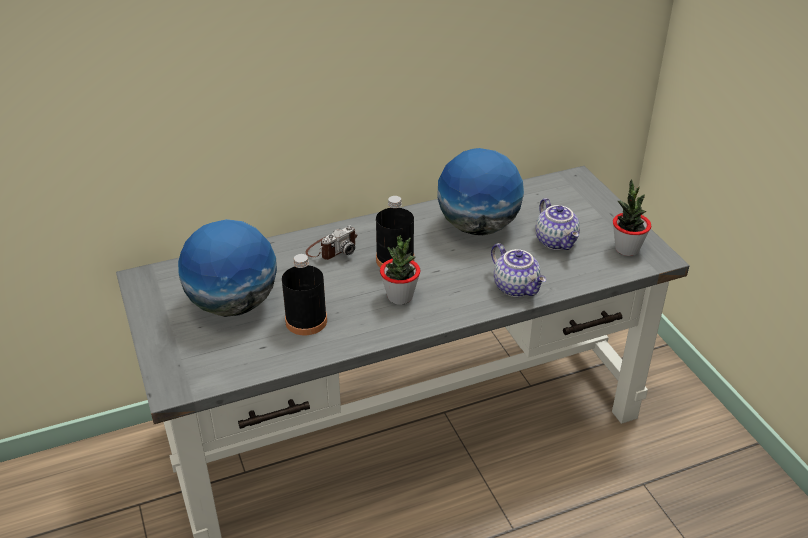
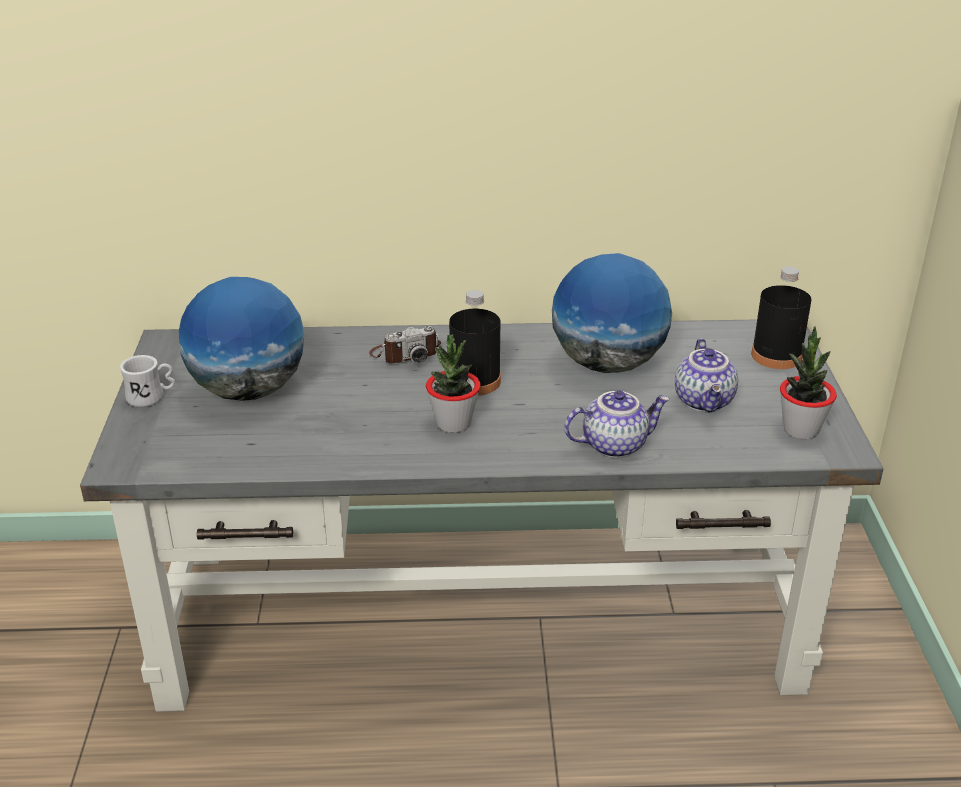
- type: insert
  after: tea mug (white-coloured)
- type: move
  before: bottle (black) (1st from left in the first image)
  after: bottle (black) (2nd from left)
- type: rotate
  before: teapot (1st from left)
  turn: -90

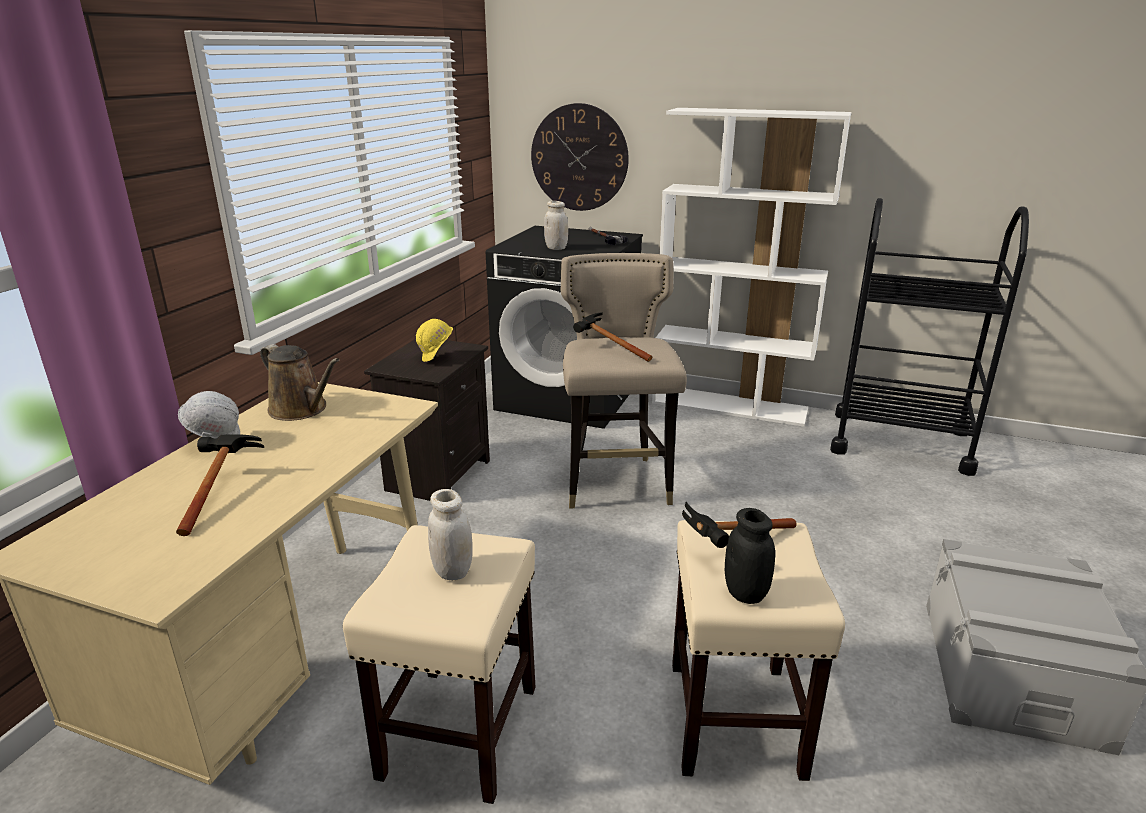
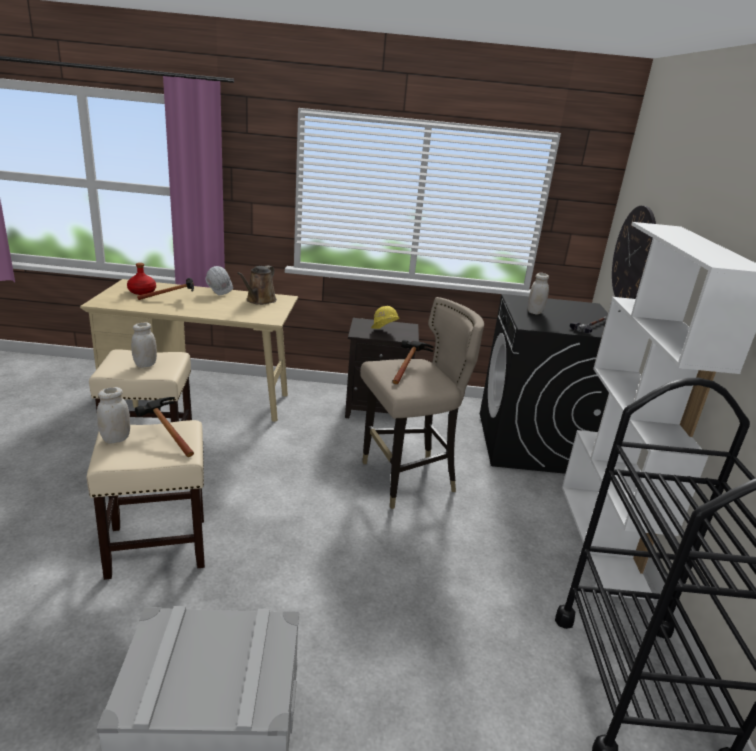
- type: insert
  after: bottle (red-coloured)
- type: recolor
  before: storage jar (black)
  after: storage jar (white-coloured) (1st from left)

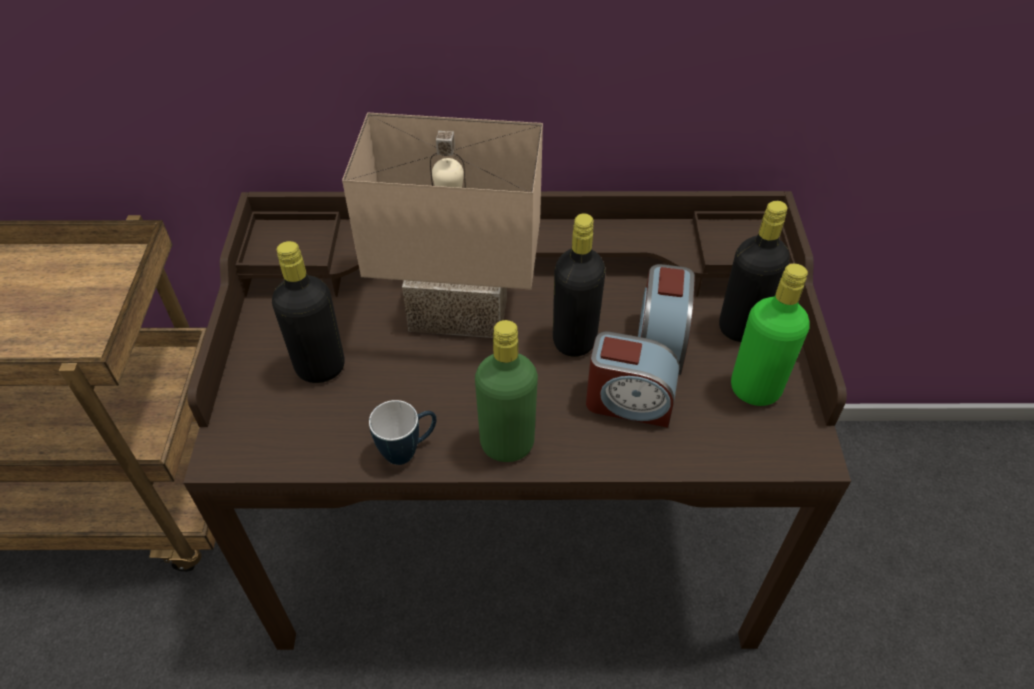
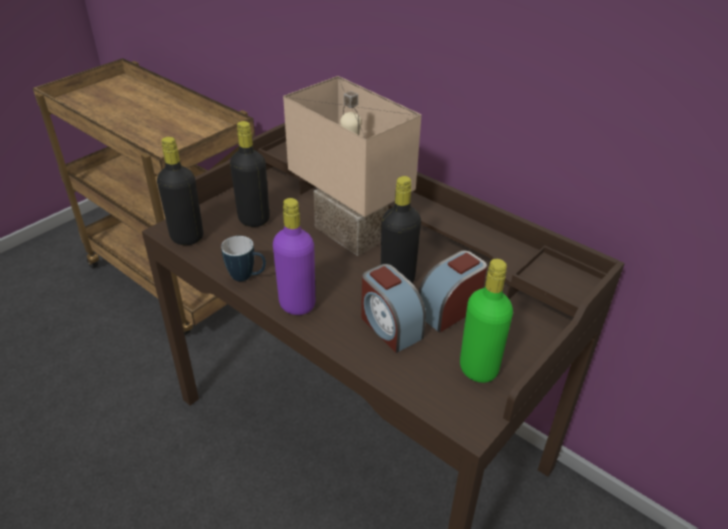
- type: move
  before: bottle (black) (3rd from left in the first image)
  after: bottle (black) (1st from left)
- type: recolor
  before: bottle (green-coloured) (1st from left)
  after: bottle (purple-coloured)

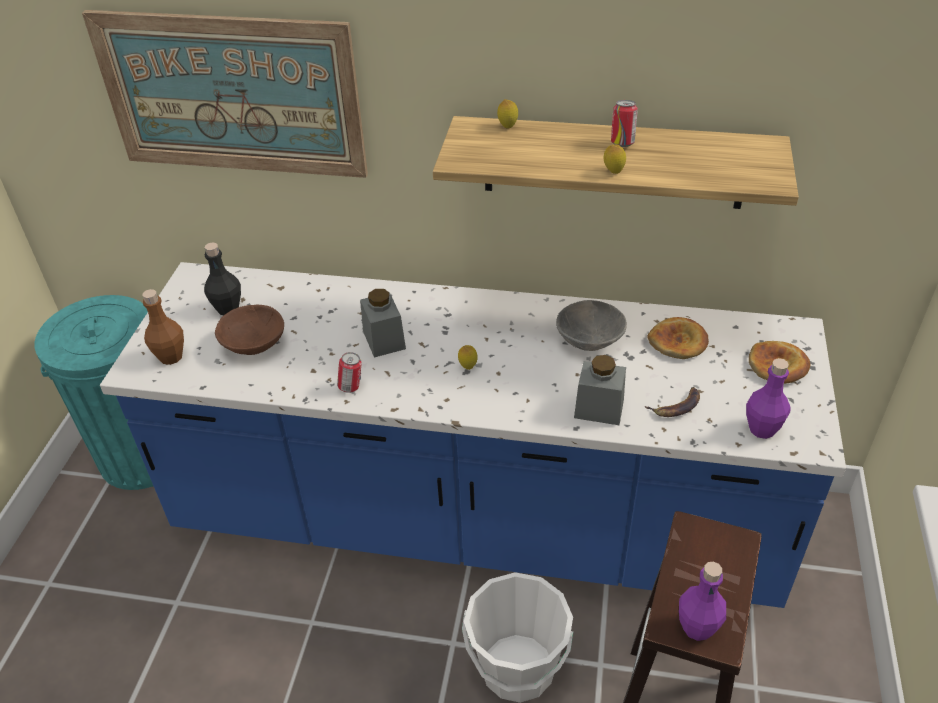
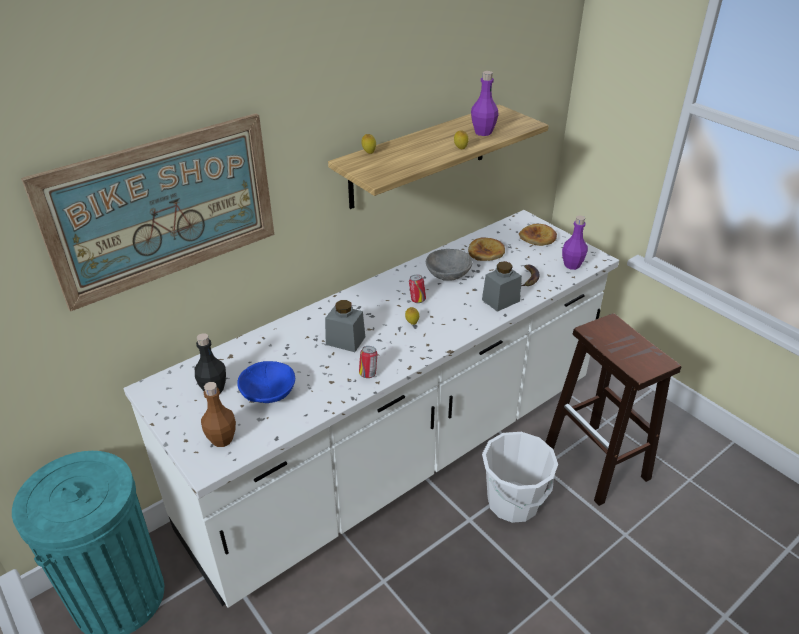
- type: move
  before: sealed can (2nd from left)
- type: move
  before: bottle (purple-coloured) (1st from left)
- type: recolor
  before: counter (blue-coloured)
  after: counter (white-coloured)
- type: recolor
  before: bowl (brown)
  after: bowl (blue-coloured)

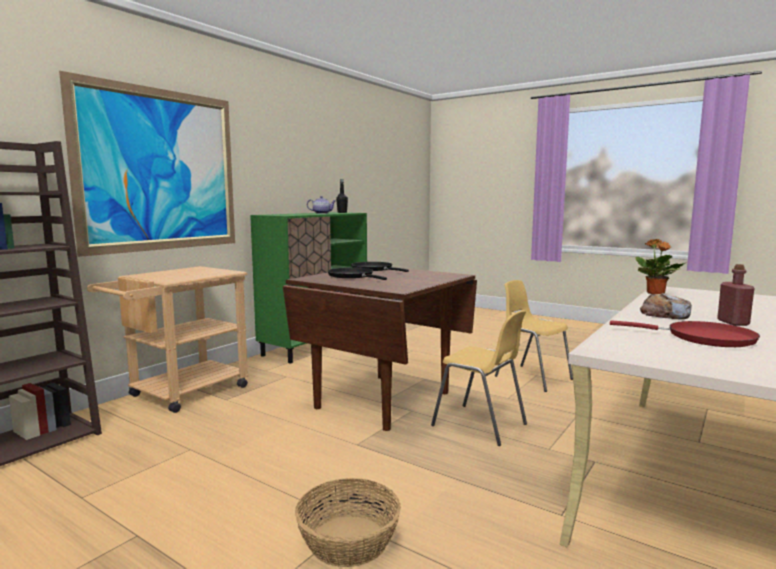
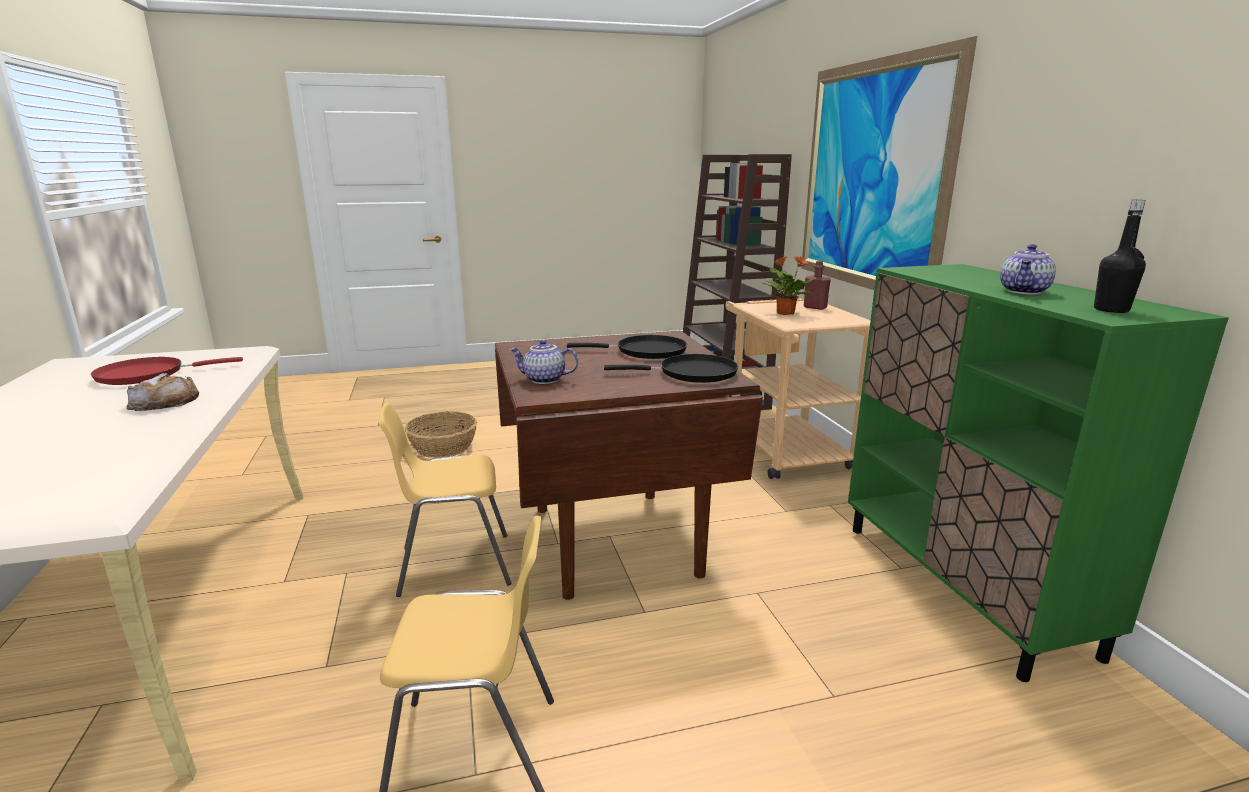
- type: insert
  after: teapot (1st from left)
- type: move
  before: houseplant
- type: move
  before: bottle (red-coloured)

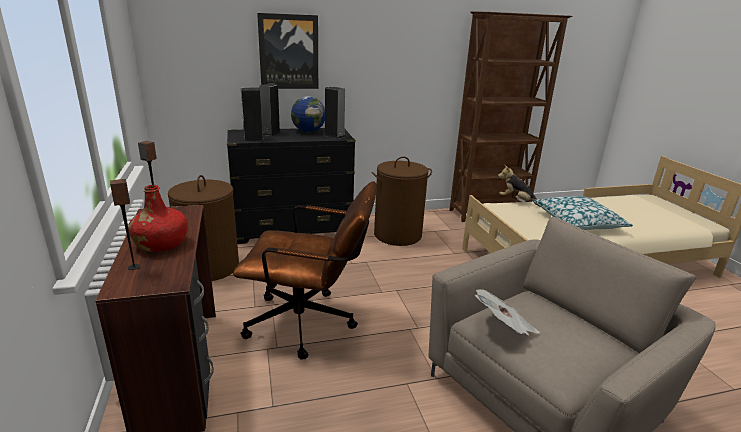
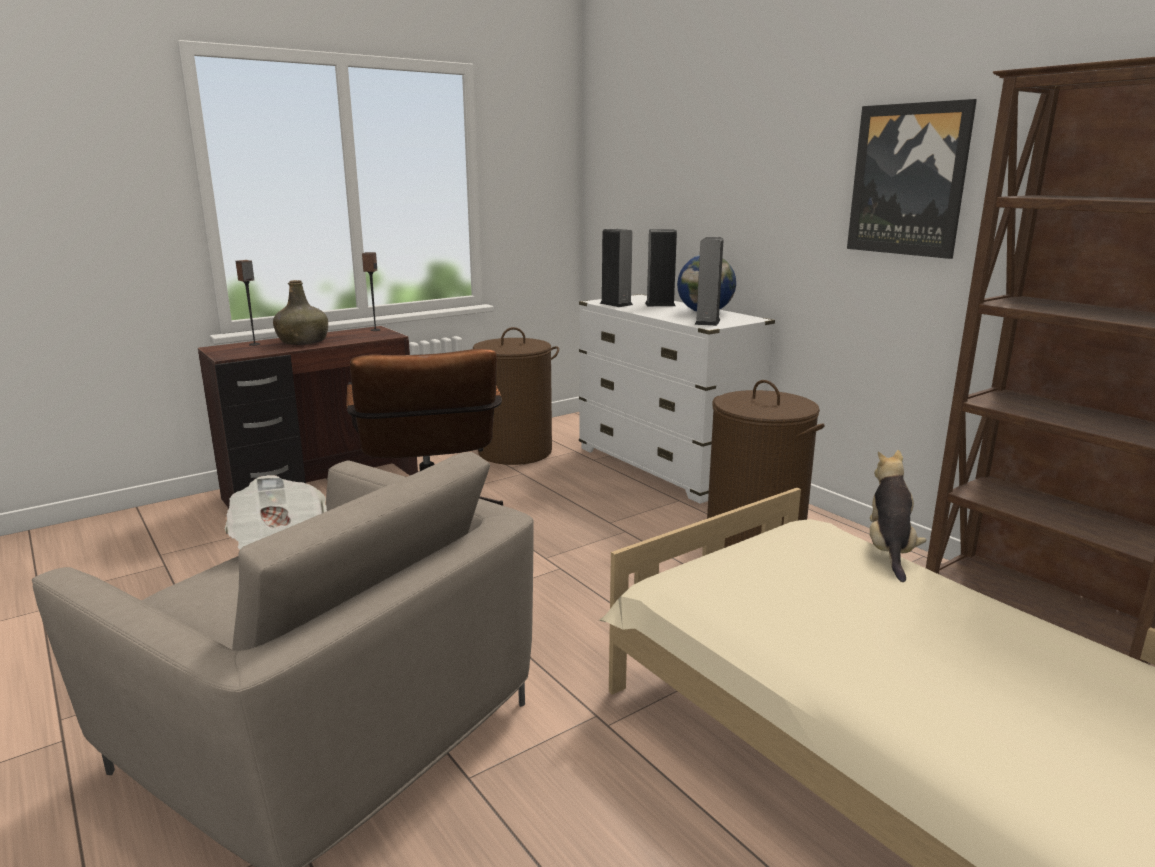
- type: delete
  before: pillow
- type: move
  before: wall picture
- type: recolor
  before: bottle (red-coloured)
  after: bottle (green-coloured)
- type: recolor
  before: chest of drawers (black)
  after: chest of drawers (white-coloured)

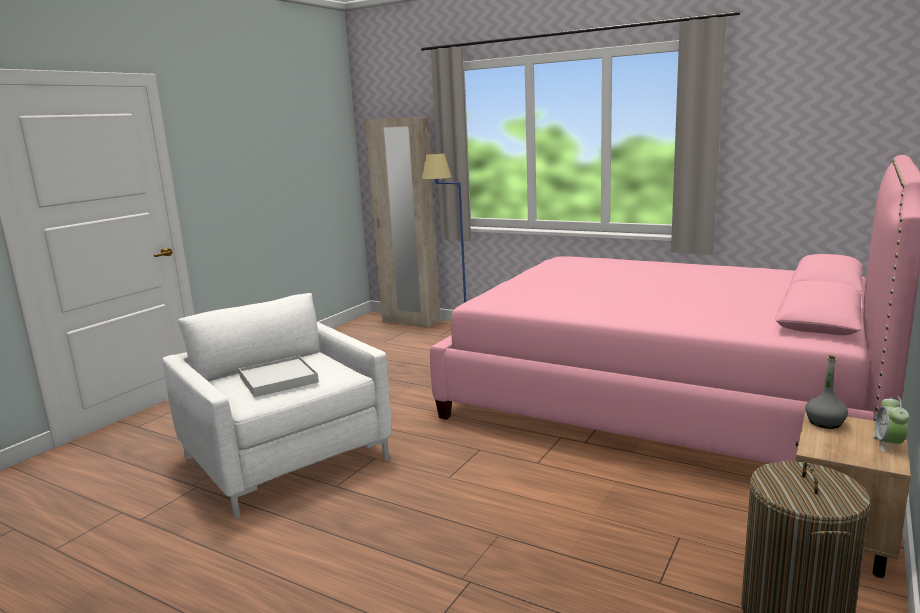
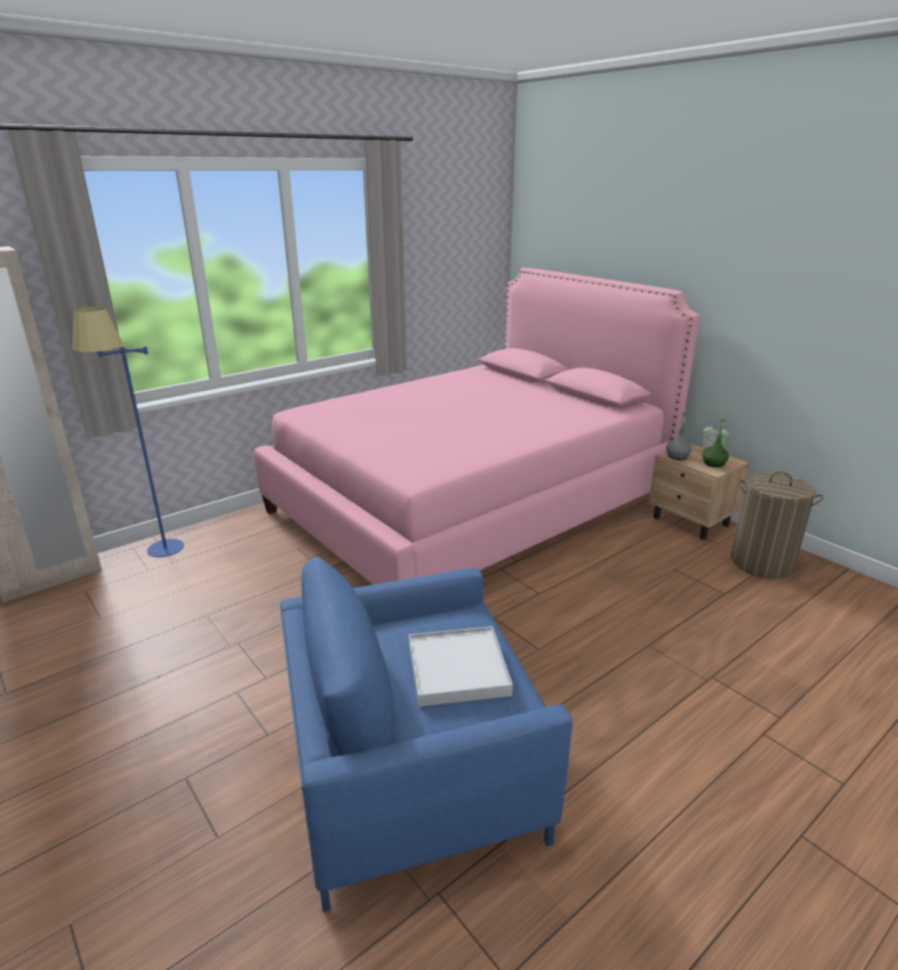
- type: insert
  after: bottle (green-coloured)
- type: recolor
  before: easy chair (white-coloured)
  after: easy chair (blue-coloured)

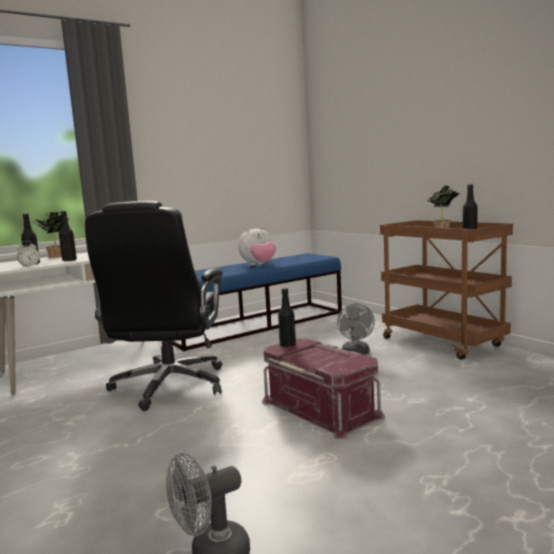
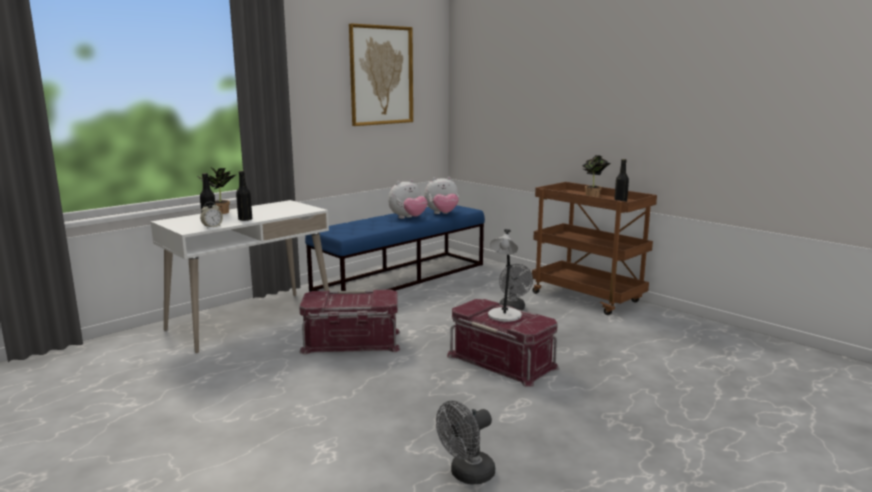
- type: delete
  before: bottle (black) (3rd from left)
- type: insert
  after: wall picture
- type: insert
  after: soft toy (2nd from left)
- type: insert
  after: lamp for a table (grey)
- type: replace
  before: computer chair (black)
  after: storage container (red-coloured) (1st from left)

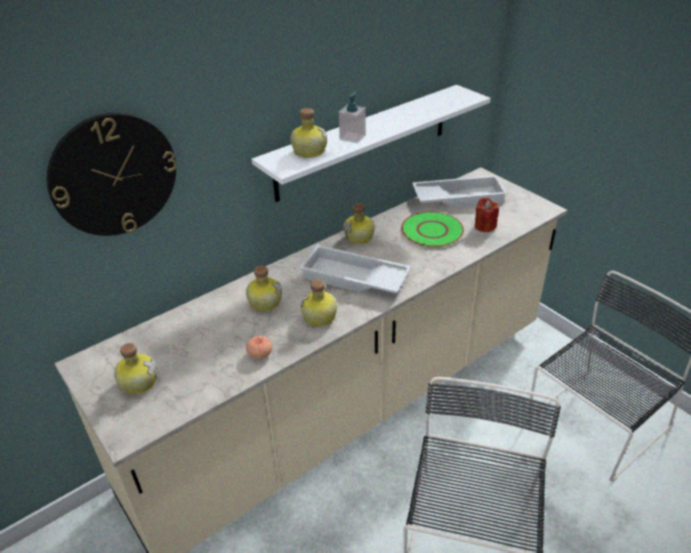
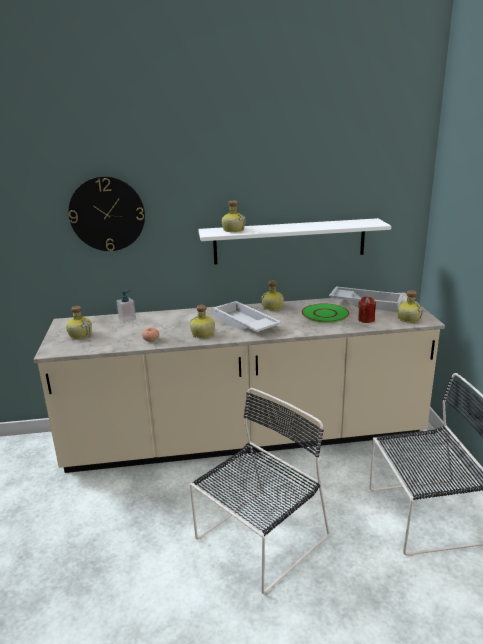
- type: move
  before: bottle (2nd from left in the first image)
  after: bottle (5th from left)
- type: move
  before: liquid soap bottle

